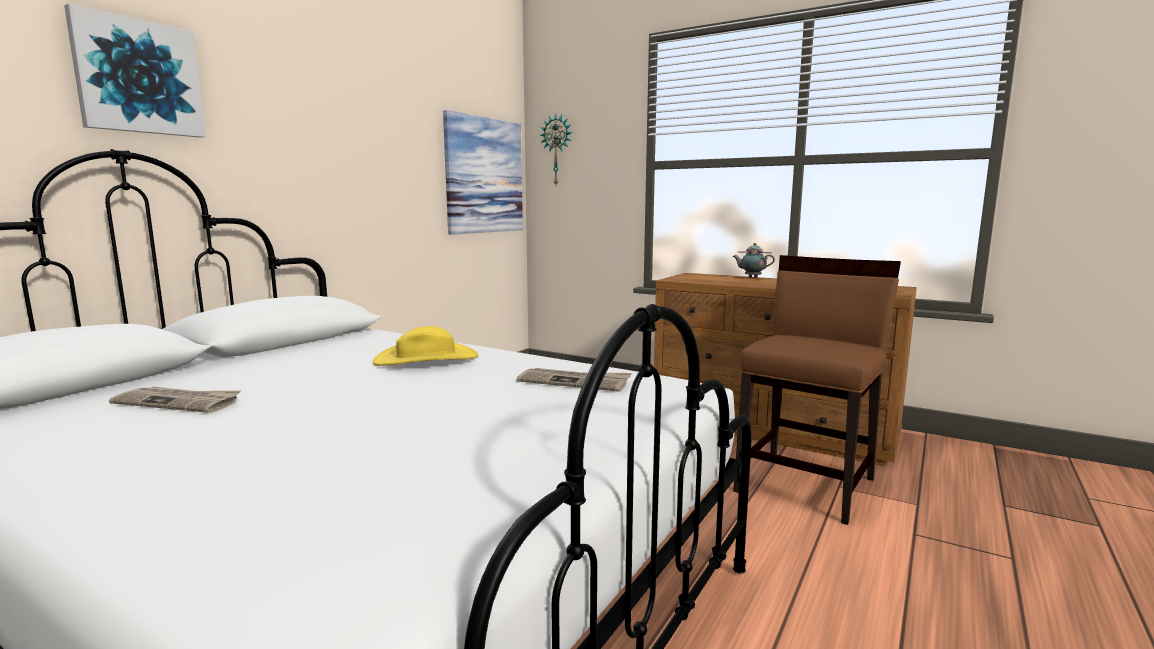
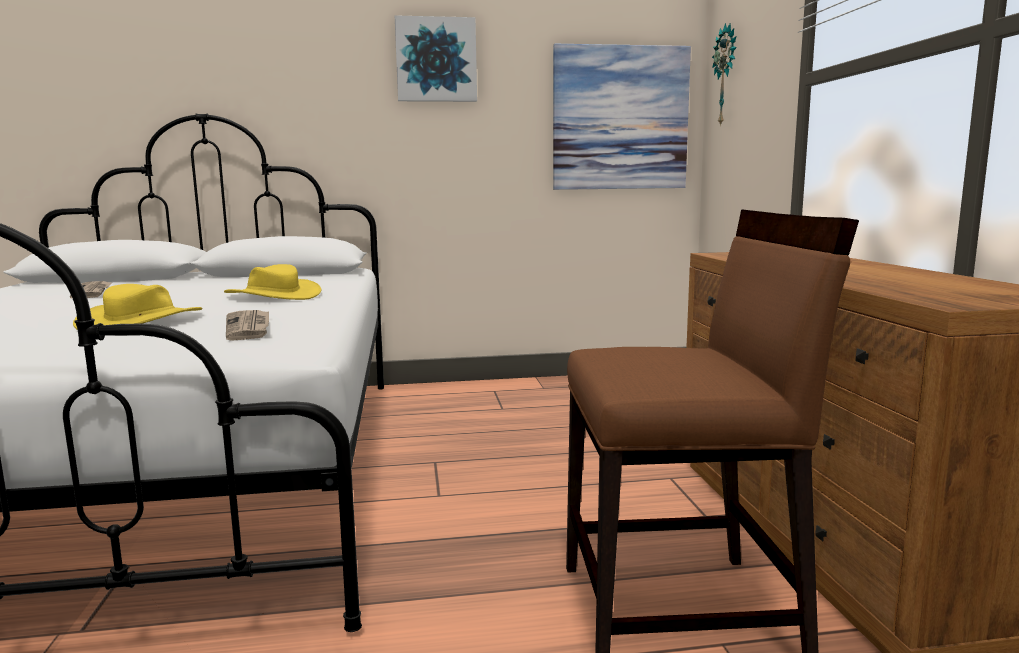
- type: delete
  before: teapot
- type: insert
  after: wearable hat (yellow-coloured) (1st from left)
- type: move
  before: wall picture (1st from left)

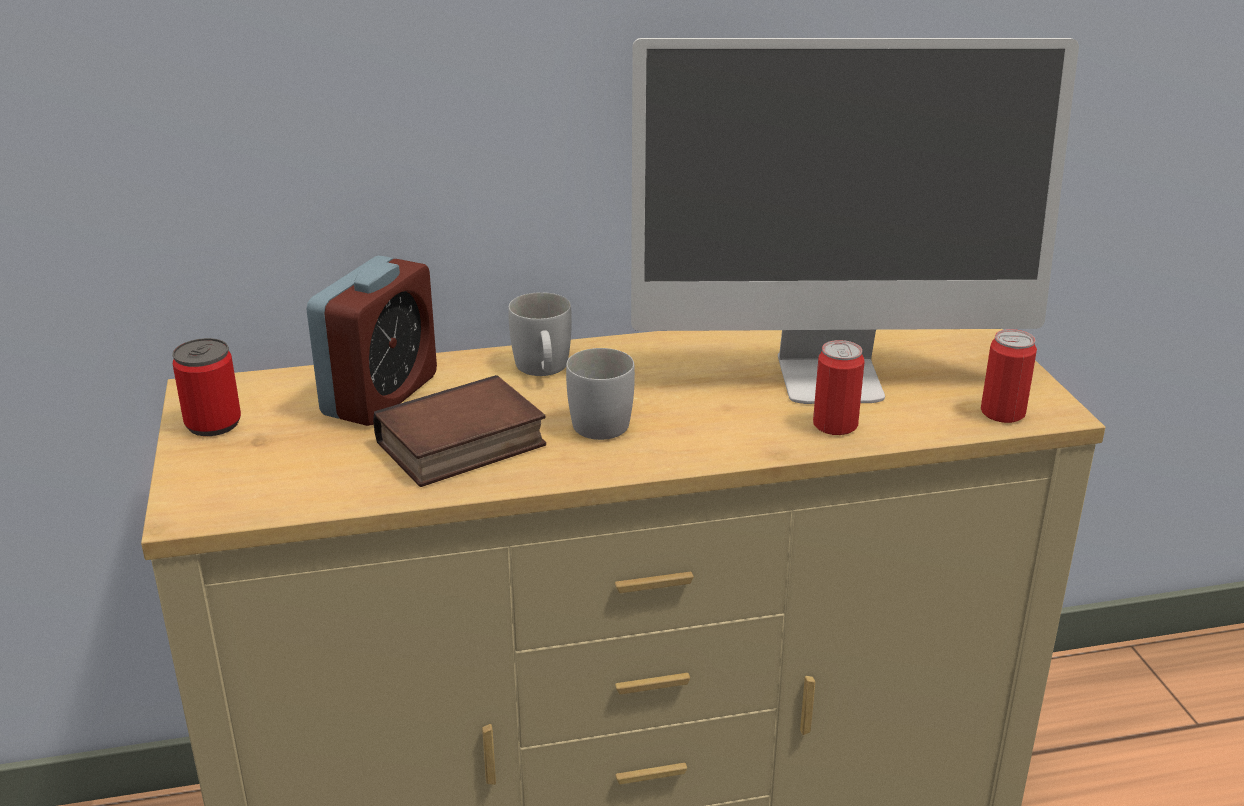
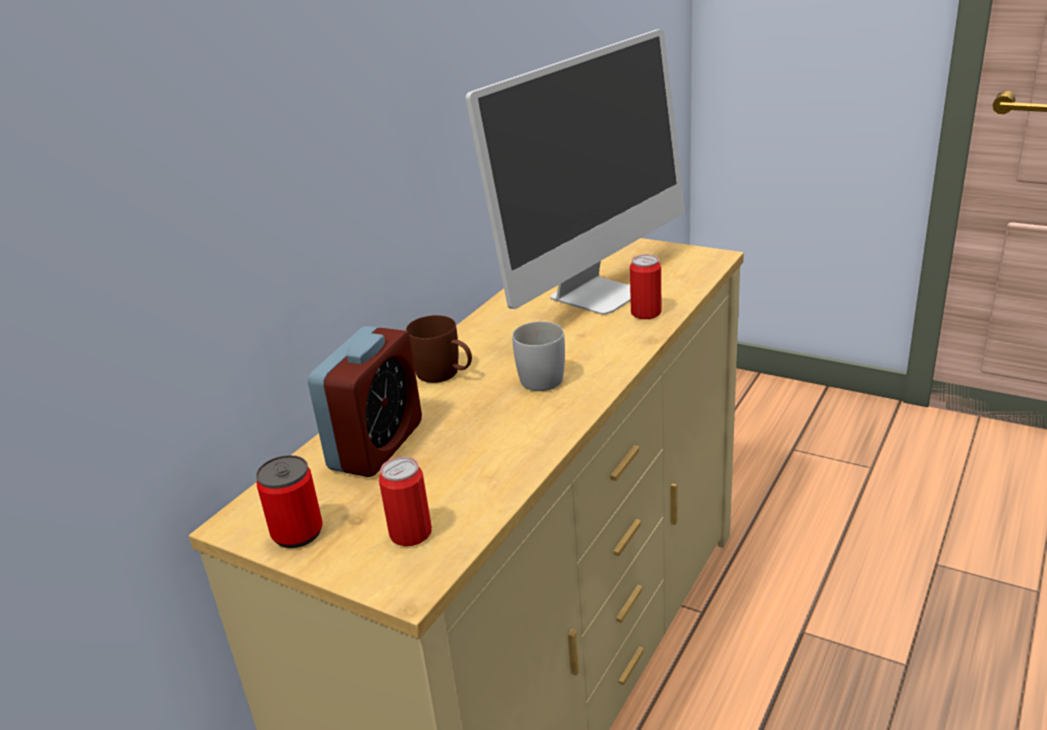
- type: delete
  before: volume
- type: move
  before: sealed can (3rd from left in the first image)
  after: sealed can (2nd from left)
- type: recolor
  before: tea mug (white-coloured) (1st from left)
  after: tea mug (brown)
- type: rotate
  before: alarm clock
  turn: 45

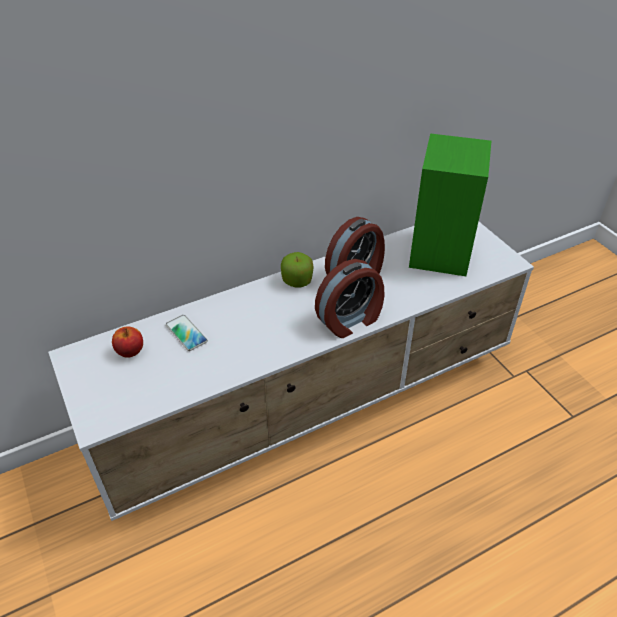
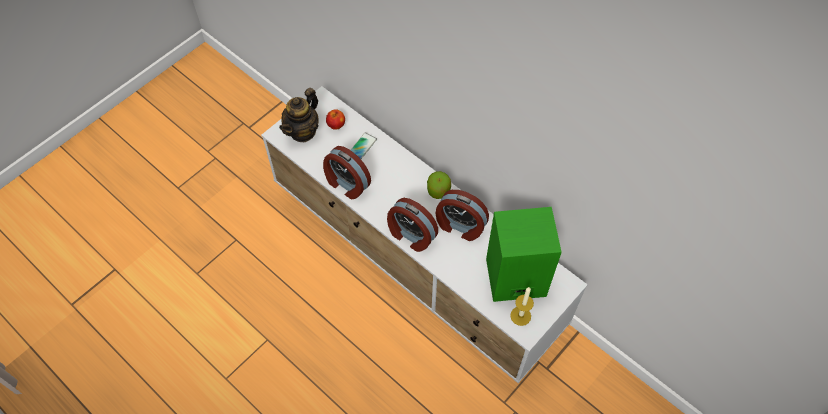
- type: insert
  after: teapot
- type: insert
  after: alarm clock (1st from left)
- type: insert
  after: wax candle

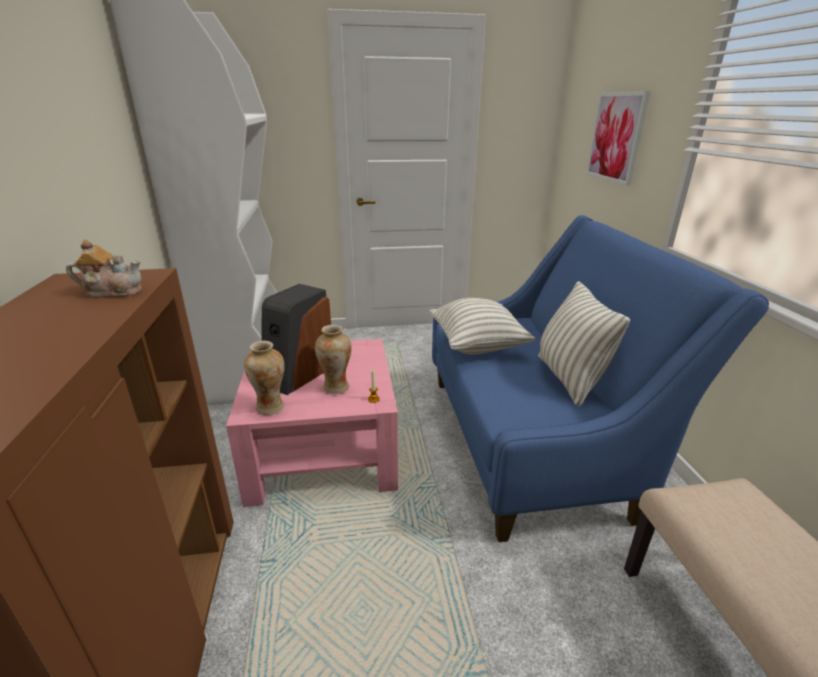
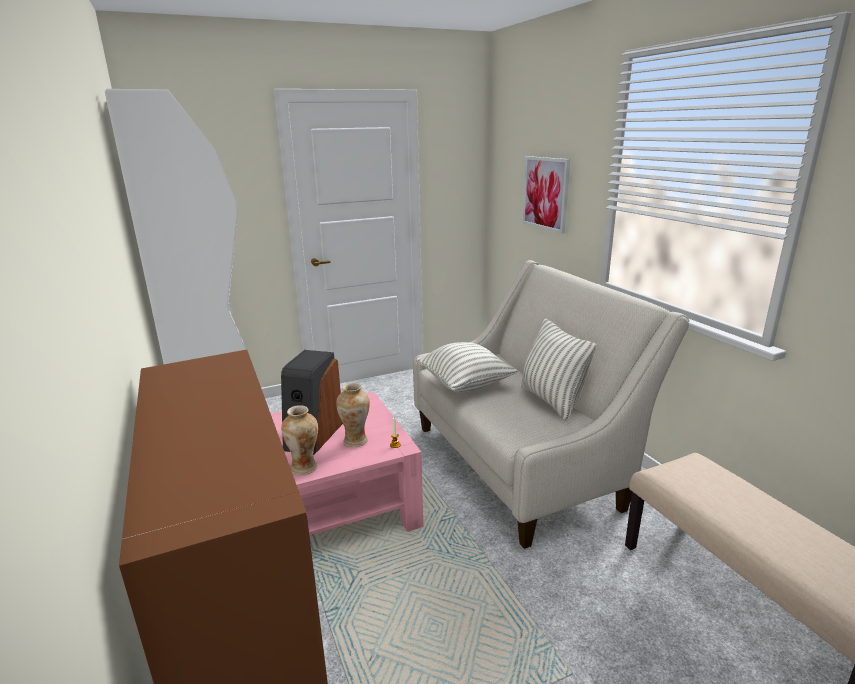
- type: delete
  before: teapot
- type: recolor
  before: settee (blue-coloured)
  after: settee (beige-coloured)

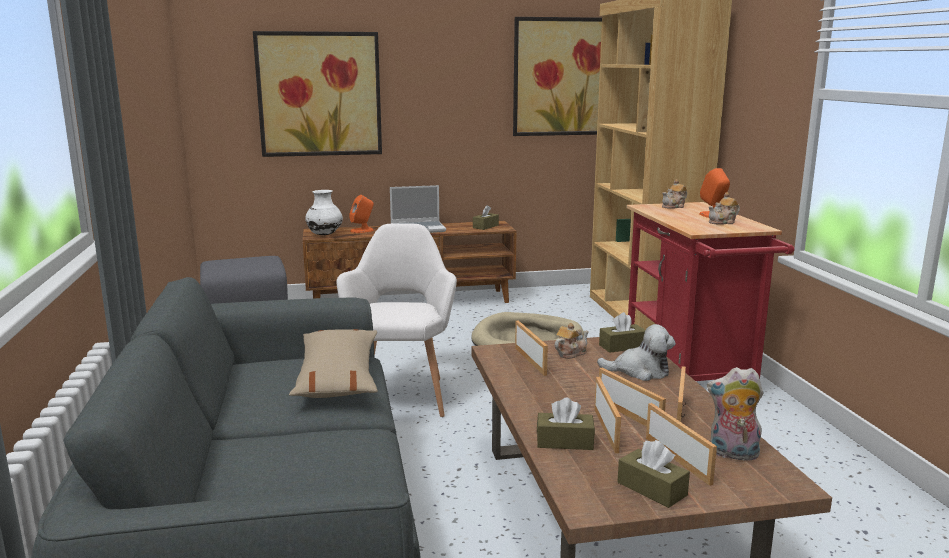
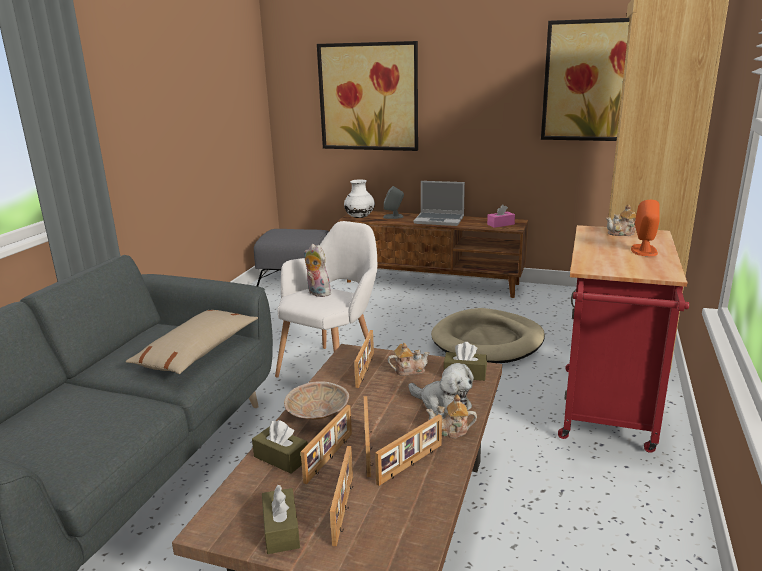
- type: insert
  after: bowl (beige-coloured)
- type: move
  before: soft toy (2nd from left in the first image)
  after: soft toy (1st from left)
- type: move
  before: teapot (3rd from left in the first image)
  after: teapot (2nd from left)
- type: recolor
  before: speaker (orange-coloured) (1st from left)
  after: speaker (grey)
- type: recolor
  before: tissue holder (brown) (1st from left)
  after: tissue holder (pink)

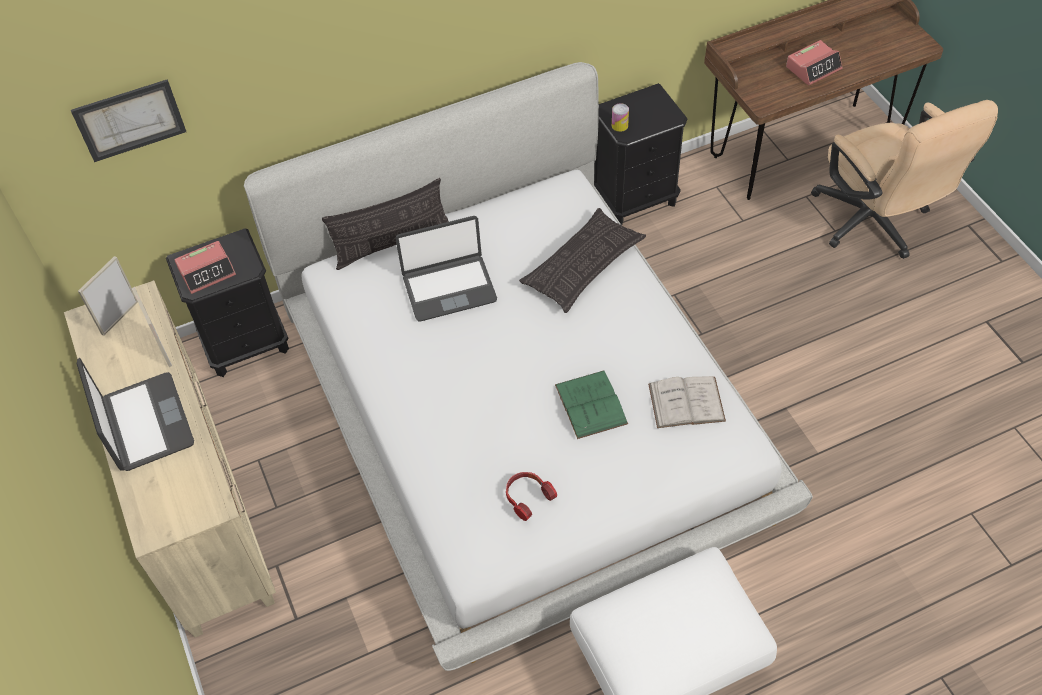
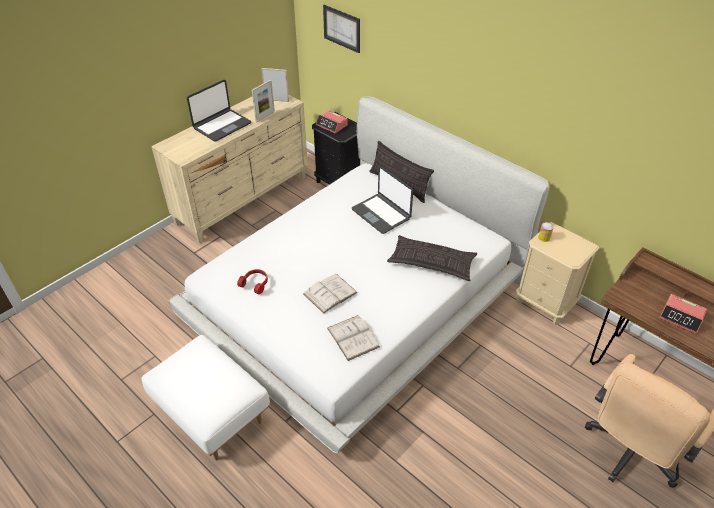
- type: recolor
  before: volume (green-coloured)
  after: volume (white-coloured) (1st from left)
- type: recolor
  before: night table (black) (2nd from left)
  after: night table (beige-coloured)

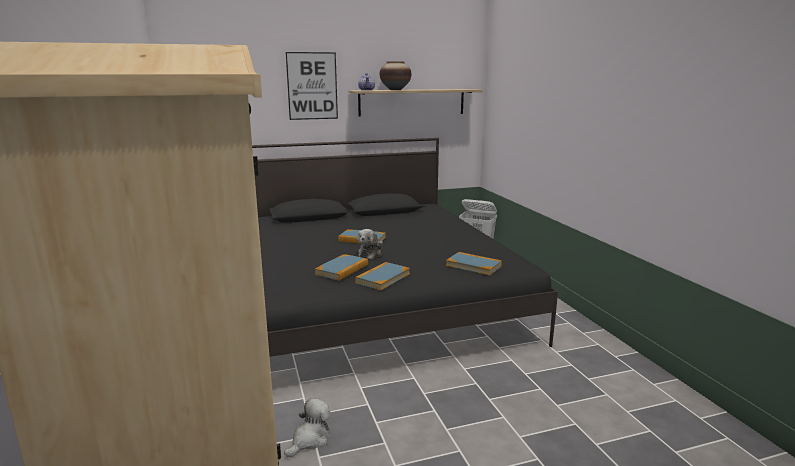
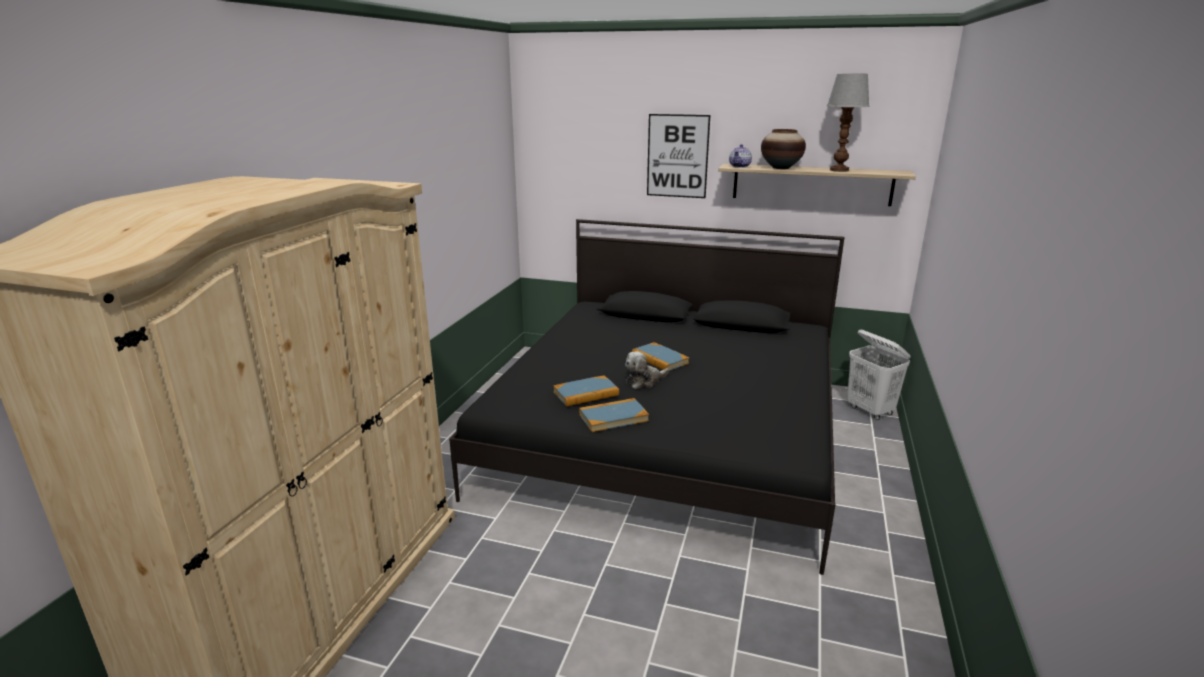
- type: delete
  before: soft toy (1st from left)
- type: delete
  before: volume (4th from left)
- type: insert
  after: lamp for a table

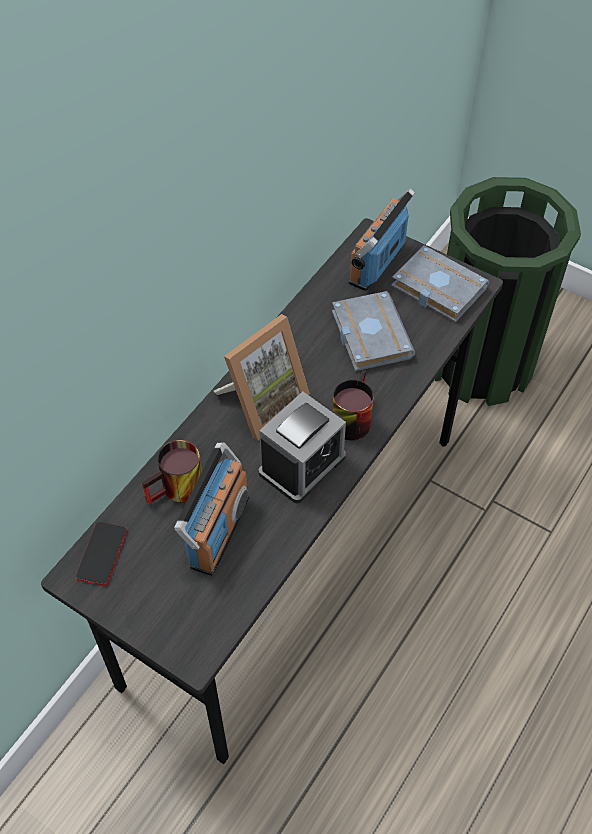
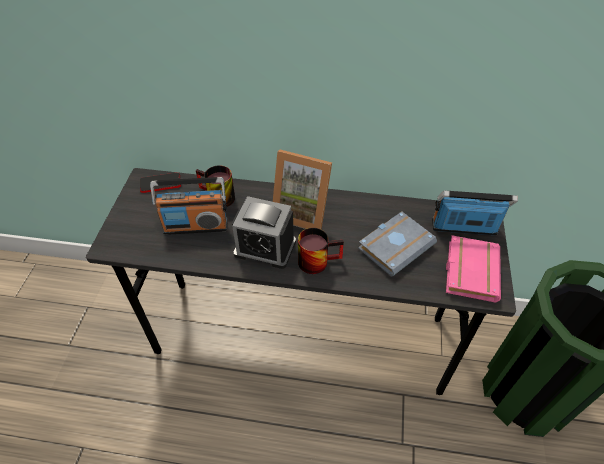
- type: recolor
  before: volume (grey) (2nd from left)
  after: volume (pink)

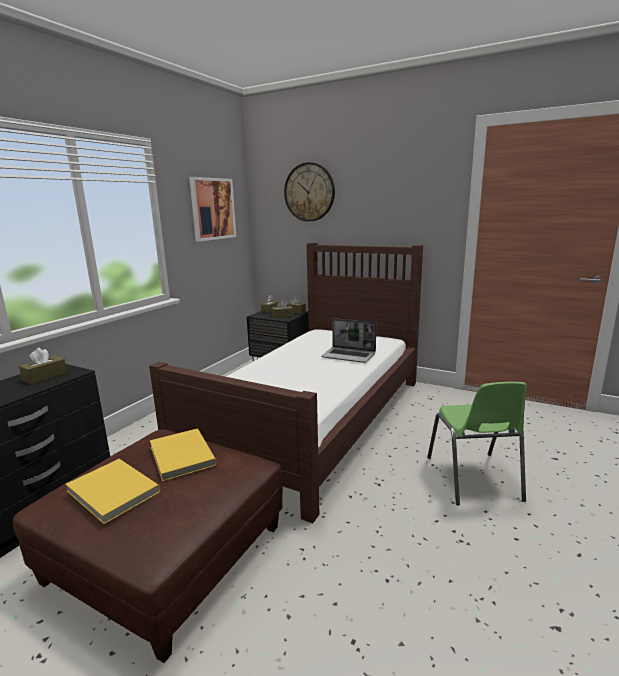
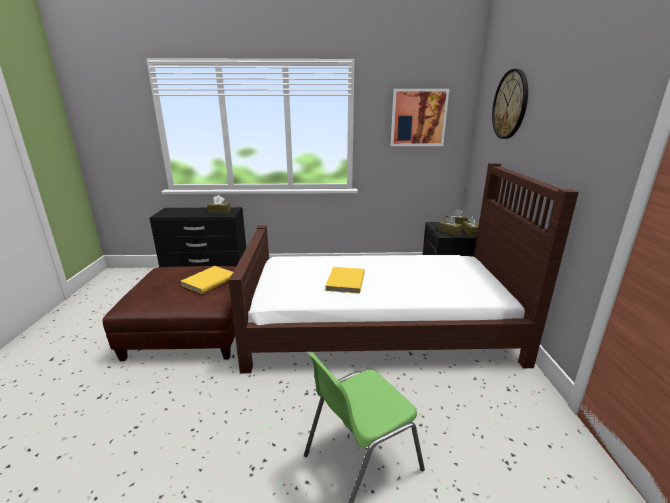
- type: delete
  before: laptop
- type: move
  before: volume (yellow-coloured) (1st from left in the first image)
  after: volume (yellow-coloured) (2nd from left)

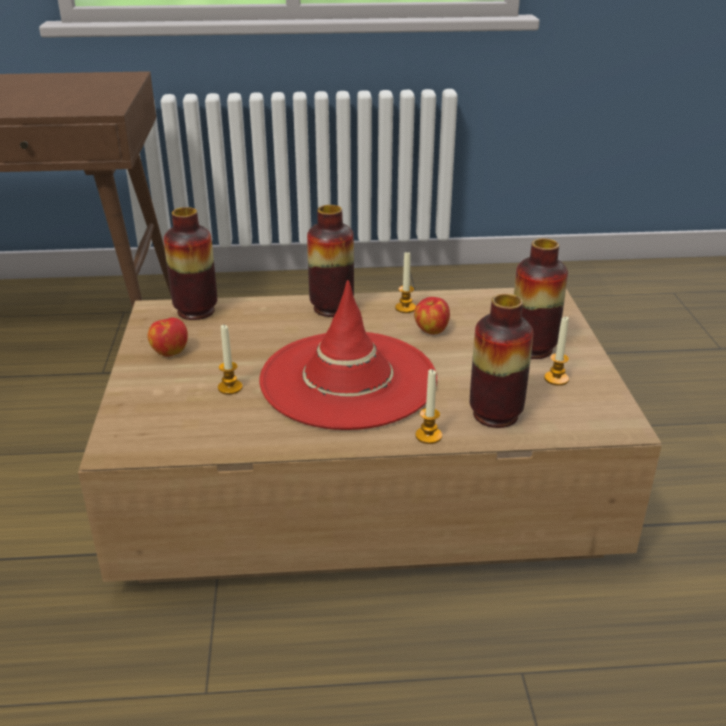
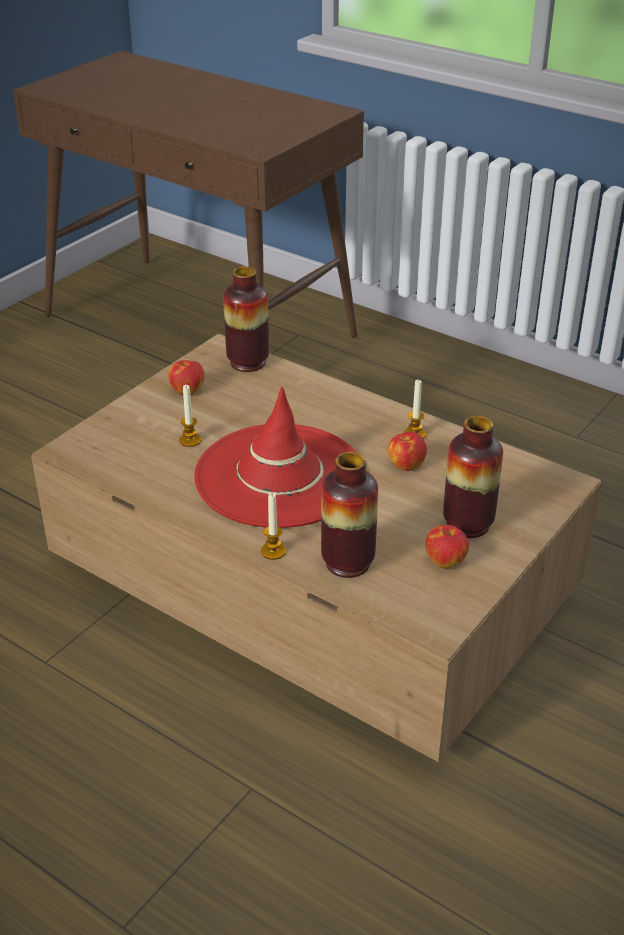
- type: delete
  before: flower vase (2nd from left)
- type: replace
  before: wax candle (4th from left)
  after: apple (3rd from left)

